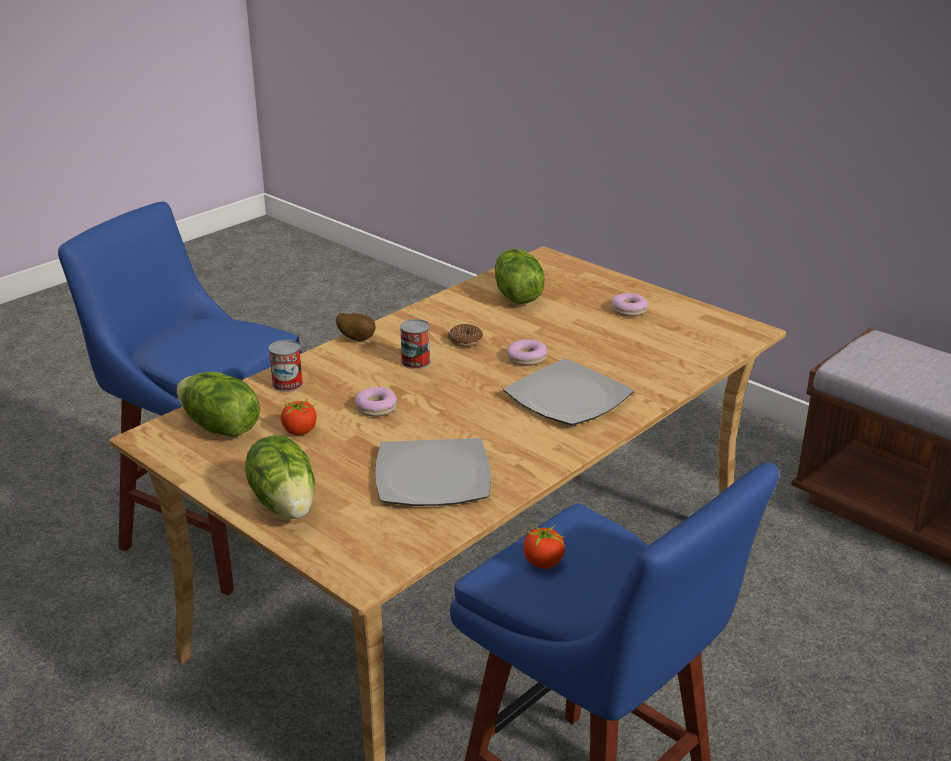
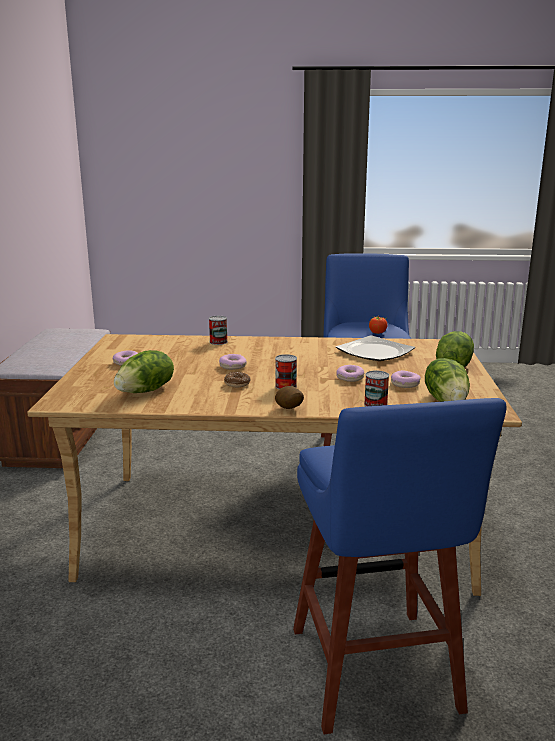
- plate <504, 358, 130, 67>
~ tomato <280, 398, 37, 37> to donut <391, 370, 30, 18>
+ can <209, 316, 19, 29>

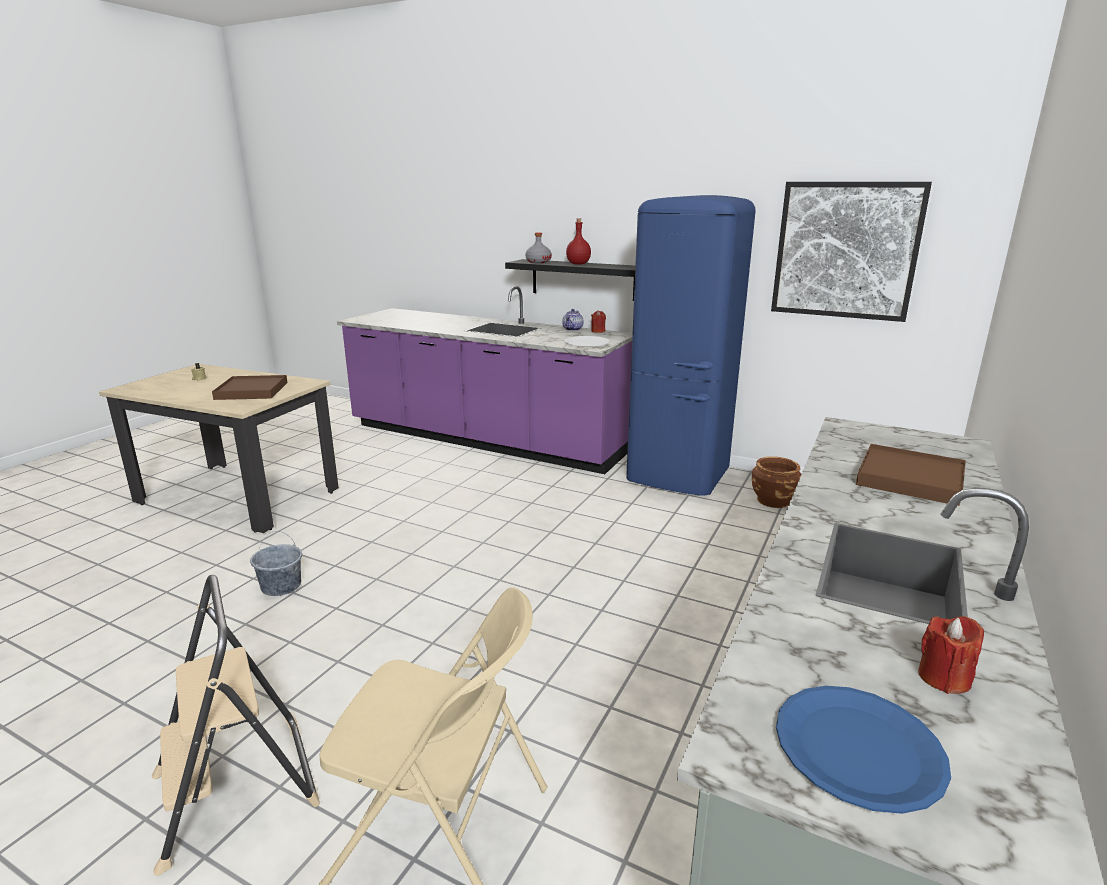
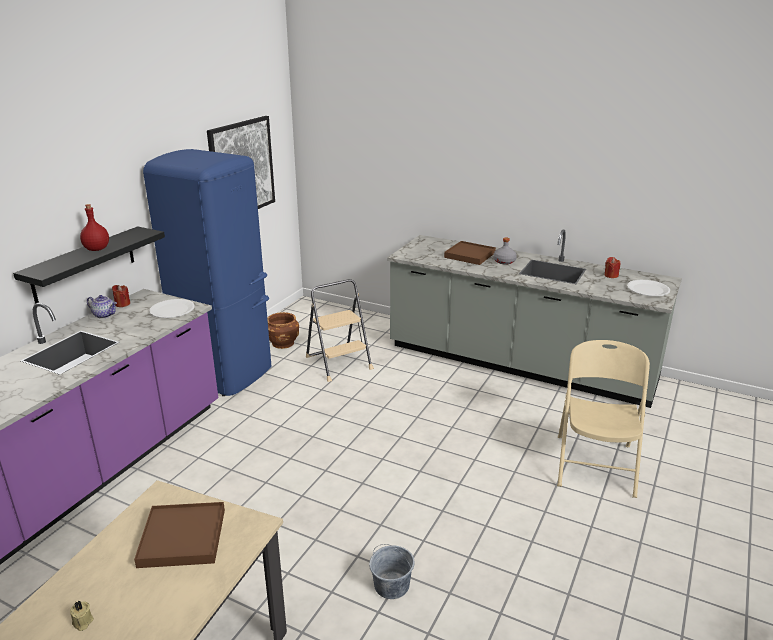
~ bottle (grey) <525, 233, 27, 30> to <493, 237, 24, 28>
~ step ladder (beige) <152, 575, 168, 301> to <306, 279, 68, 103>
~ plate (blue) <776, 686, 175, 128> to plate (white) <627, 280, 43, 16>

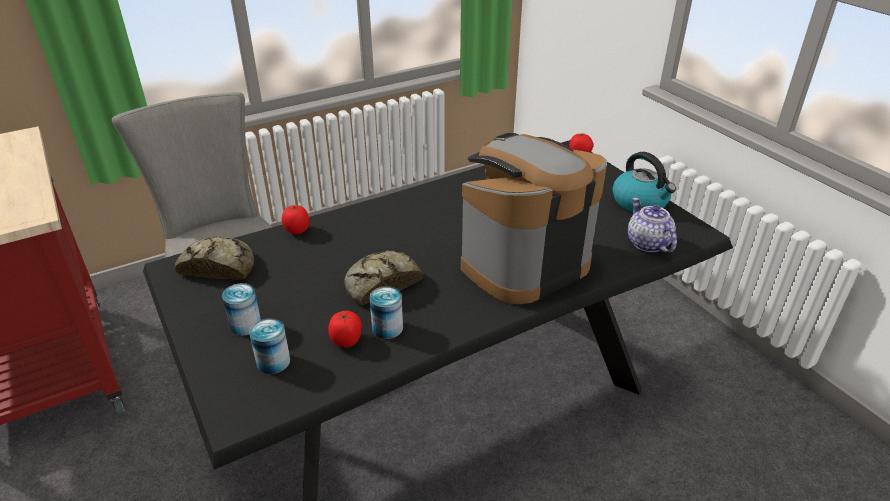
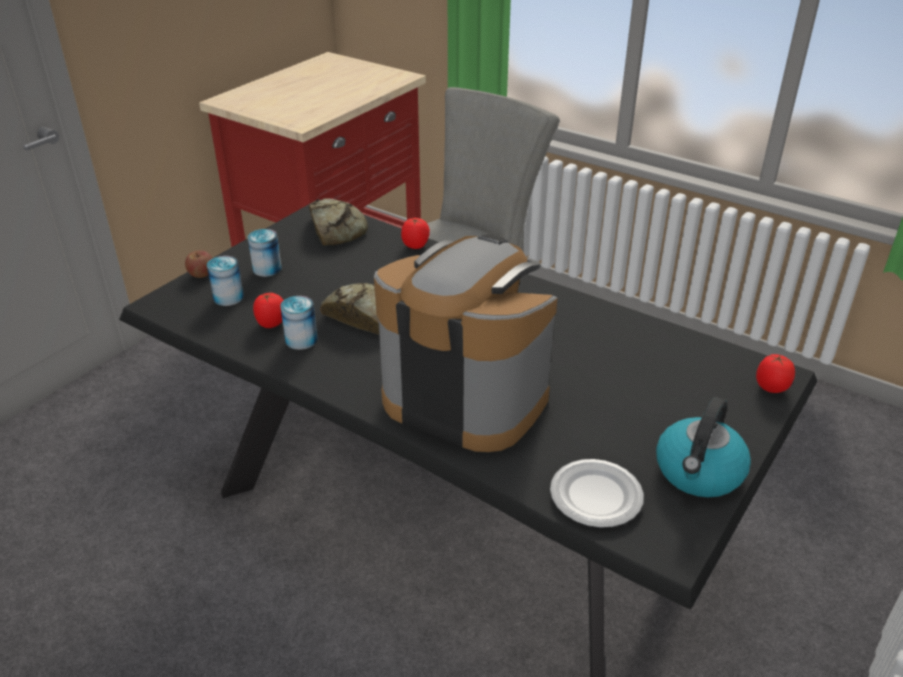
~ teapot <628, 198, 49, 55> to plate <550, 459, 94, 69>
+ apple <185, 251, 28, 27>

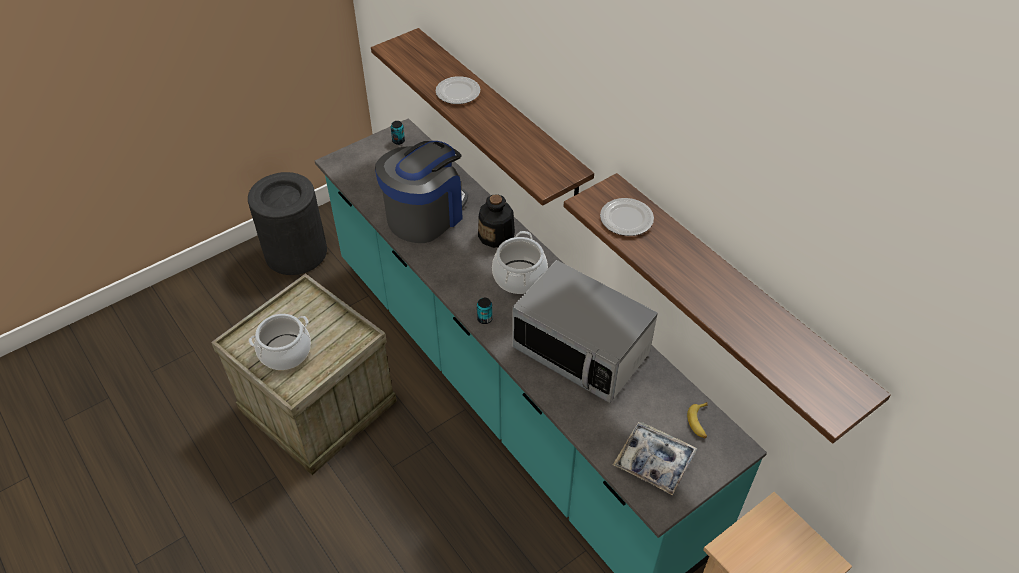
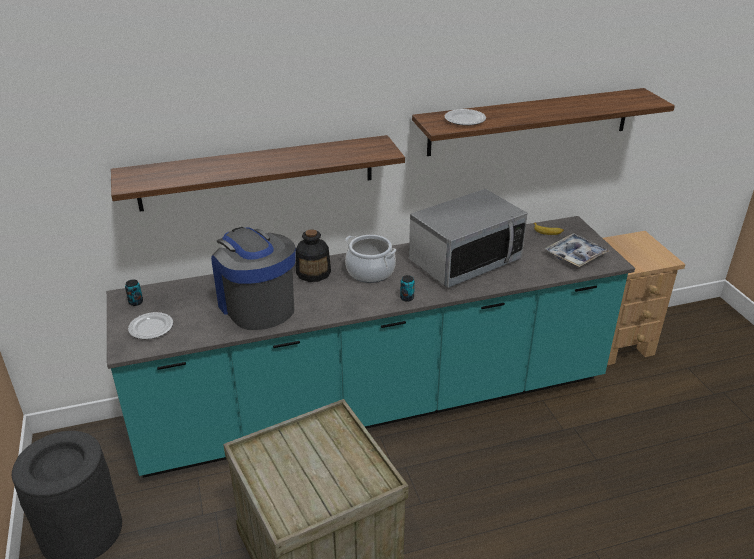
~ plate <436, 76, 44, 28> to <128, 312, 45, 27>
- cooking pot <249, 314, 62, 56>

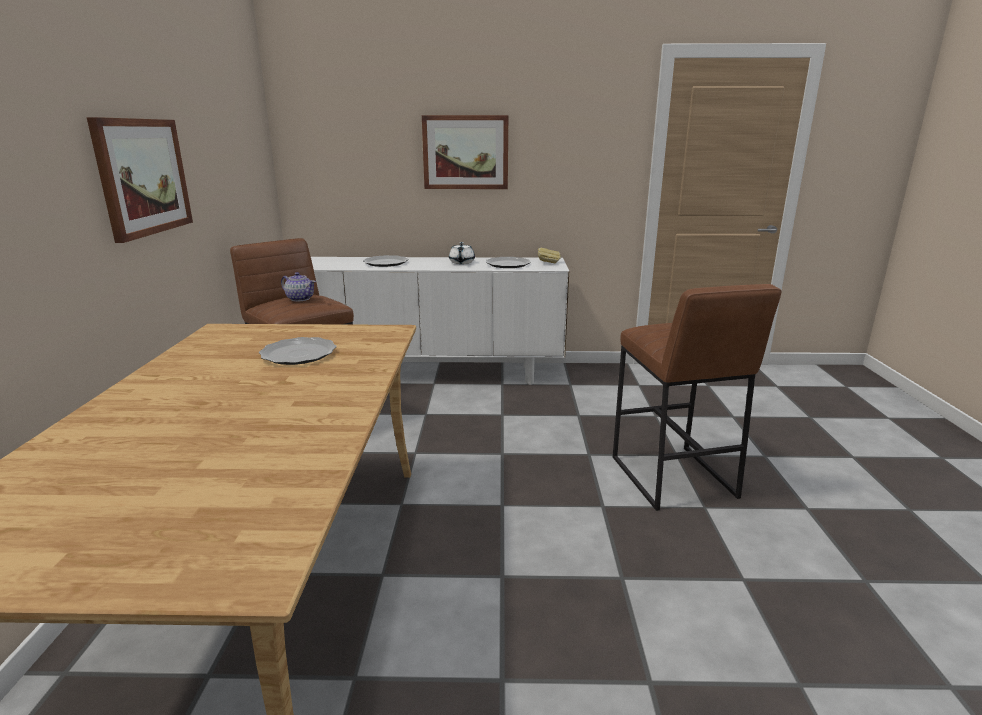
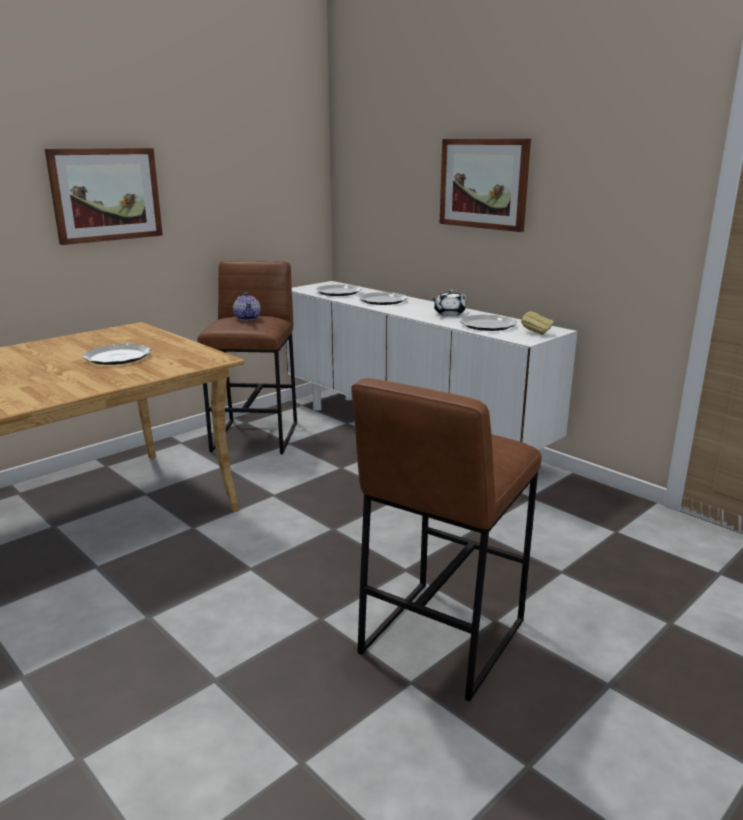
+ plate <315, 284, 47, 12>

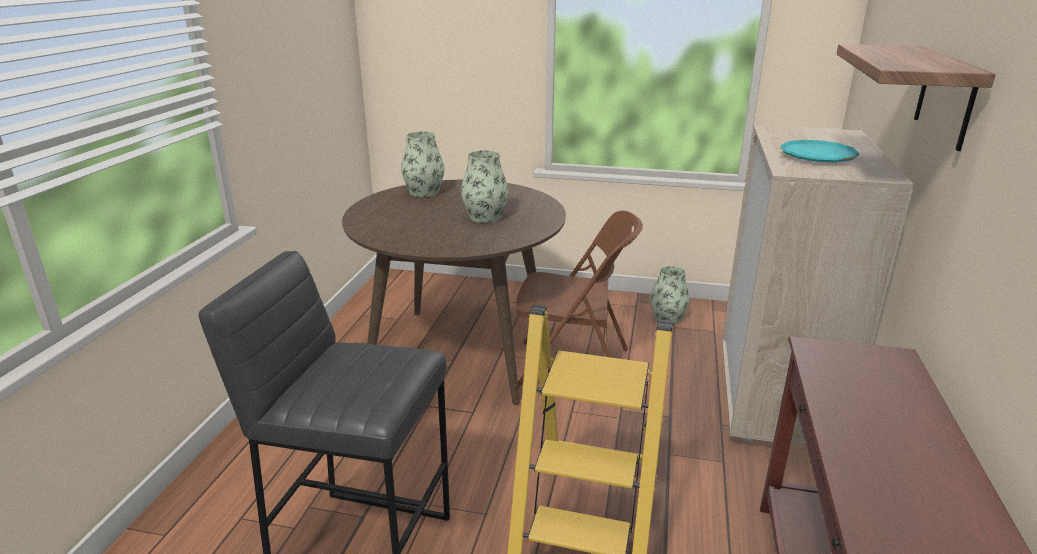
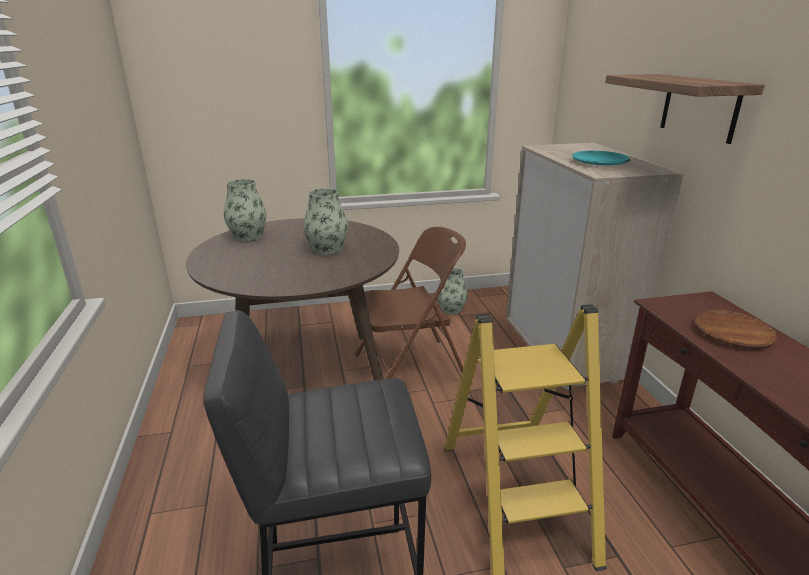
+ plate (brown) <695, 310, 82, 37>

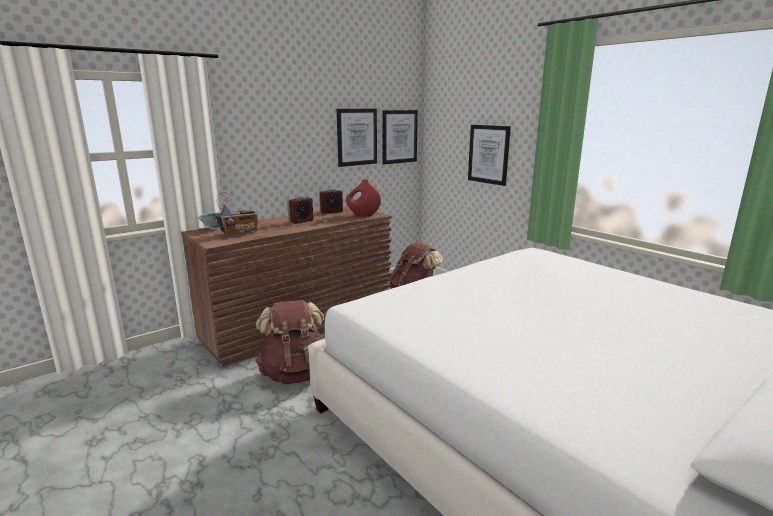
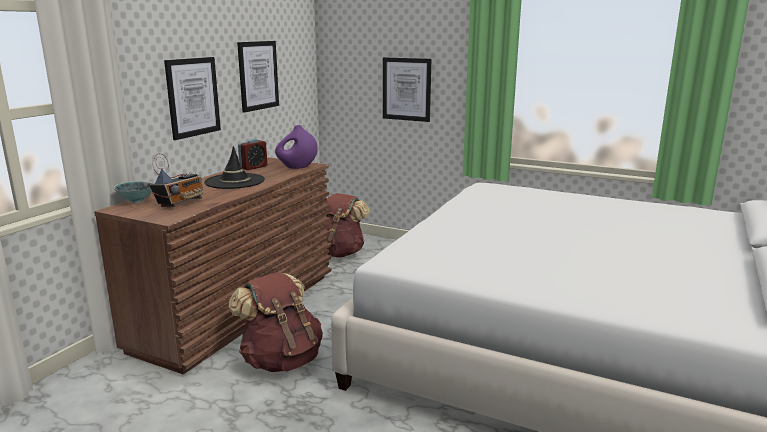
~ picture <382, 110, 36, 54> to <164, 57, 57, 83>
~ vase (red) <346, 180, 35, 36> to vase (purple) <275, 125, 43, 44>
~ alarm clock <287, 196, 26, 28> to hat (black) <204, 146, 61, 43>

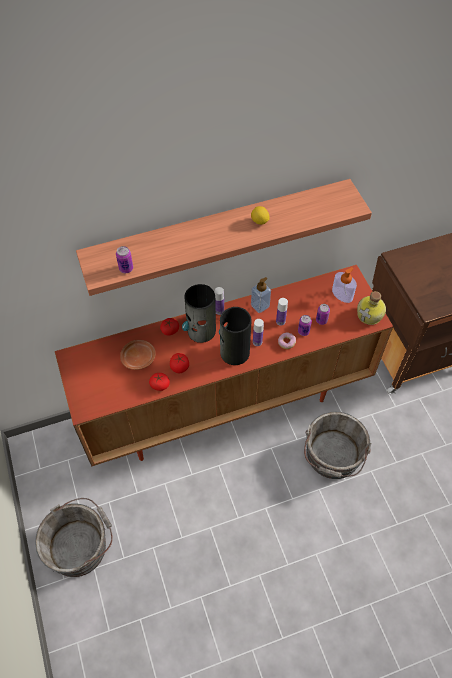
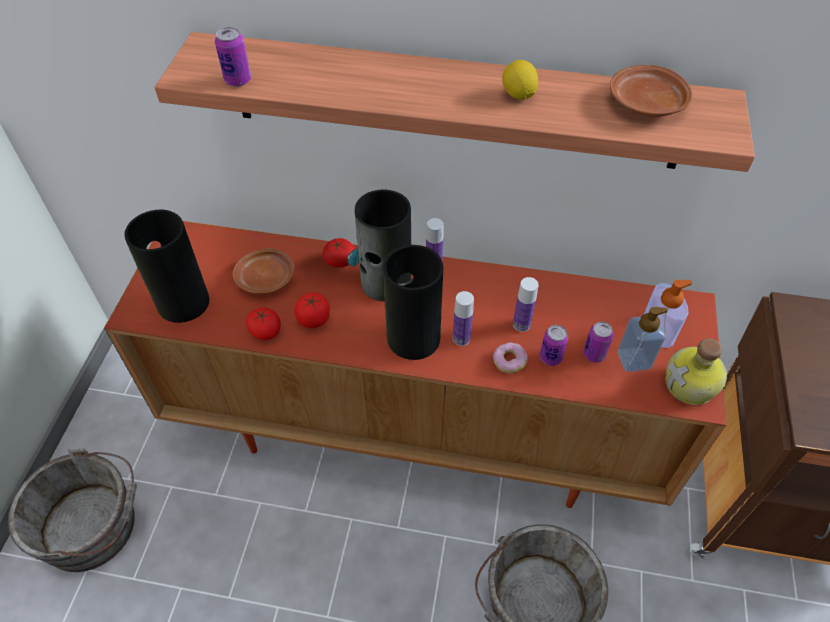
~ soap dispenser <251, 277, 20, 36> to <617, 307, 50, 65>
+ plate (brown) <610, 65, 82, 52>
+ vase <124, 210, 85, 113>

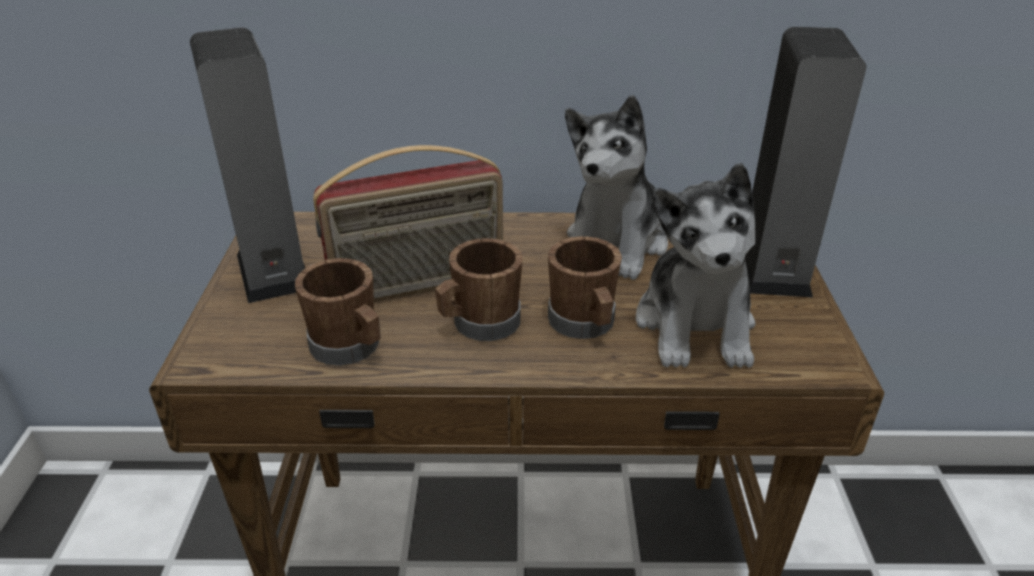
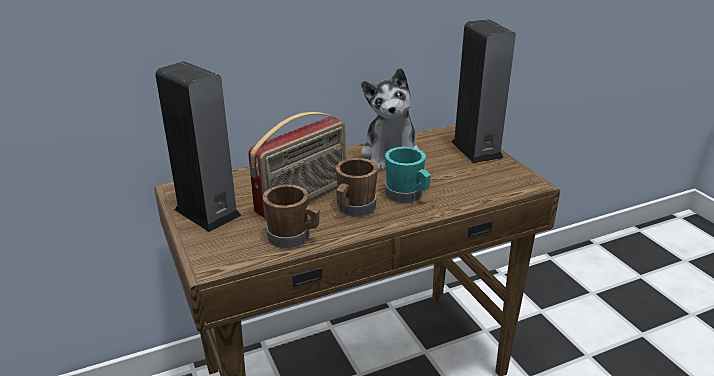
- plush toy <636, 163, 120, 205>
~ mug (brown) <548, 236, 74, 103> to mug (turquoise) <385, 147, 46, 56>

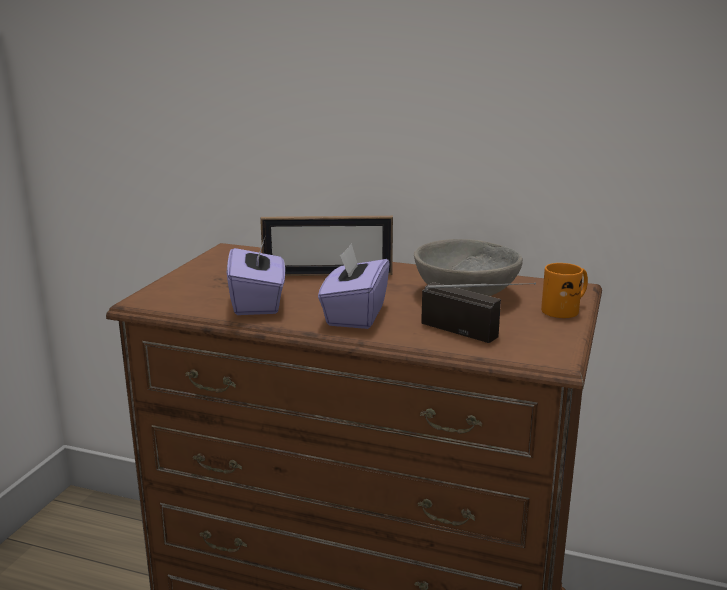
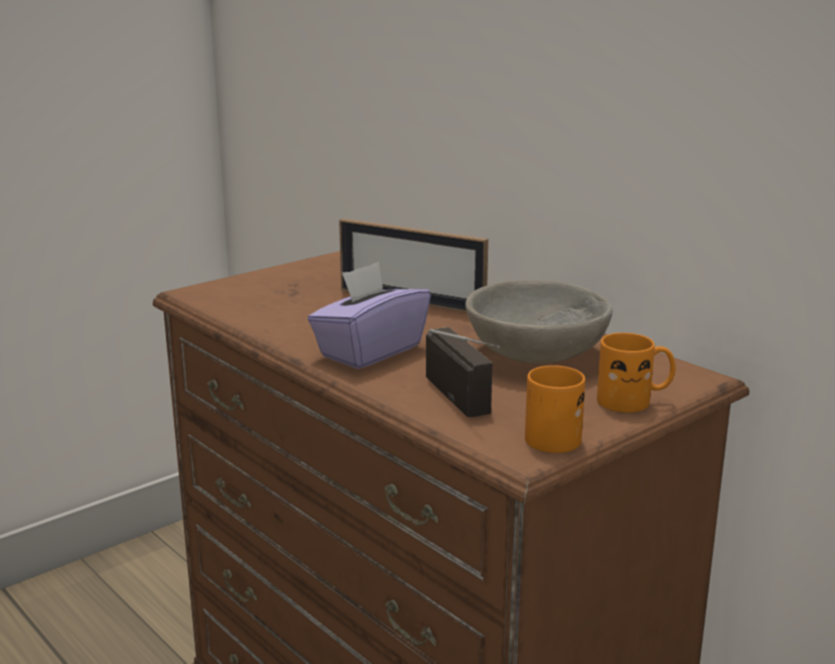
- tissue box (purple) <227, 235, 58, 80>
+ mug (orange) <525, 365, 60, 88>

